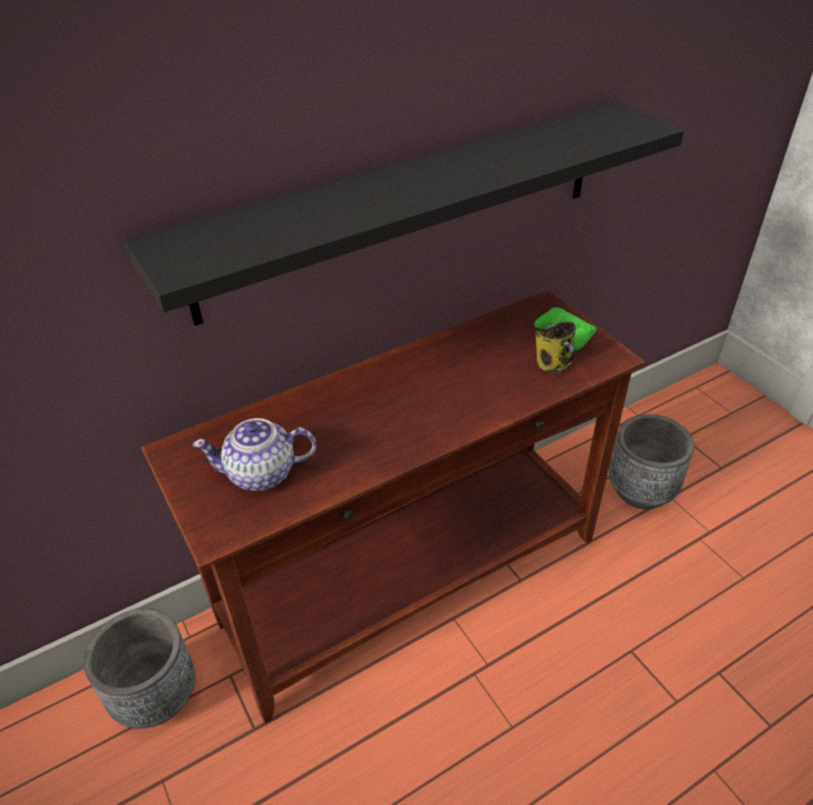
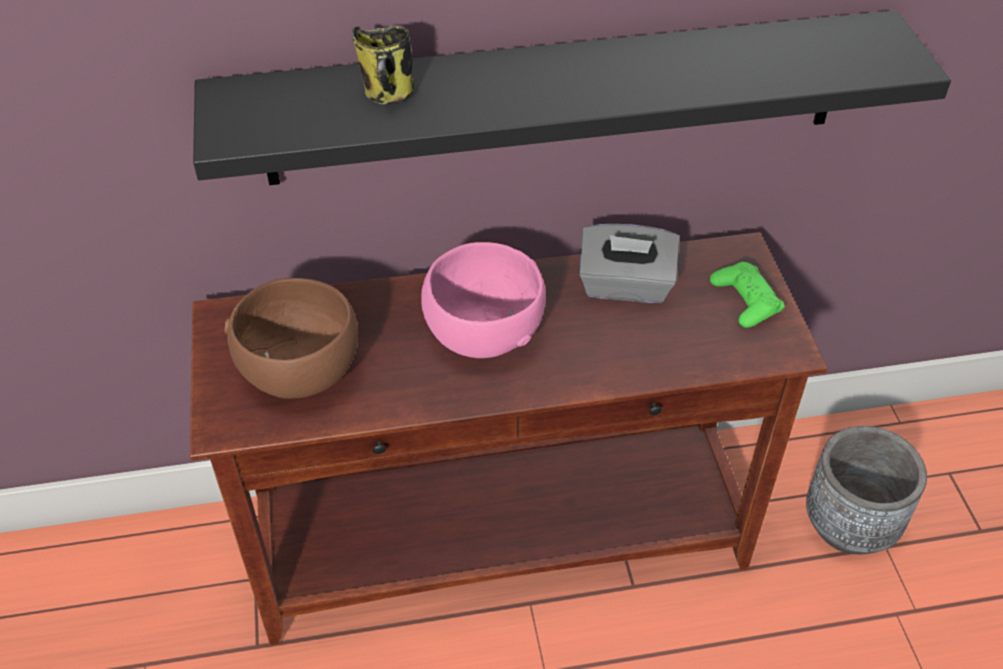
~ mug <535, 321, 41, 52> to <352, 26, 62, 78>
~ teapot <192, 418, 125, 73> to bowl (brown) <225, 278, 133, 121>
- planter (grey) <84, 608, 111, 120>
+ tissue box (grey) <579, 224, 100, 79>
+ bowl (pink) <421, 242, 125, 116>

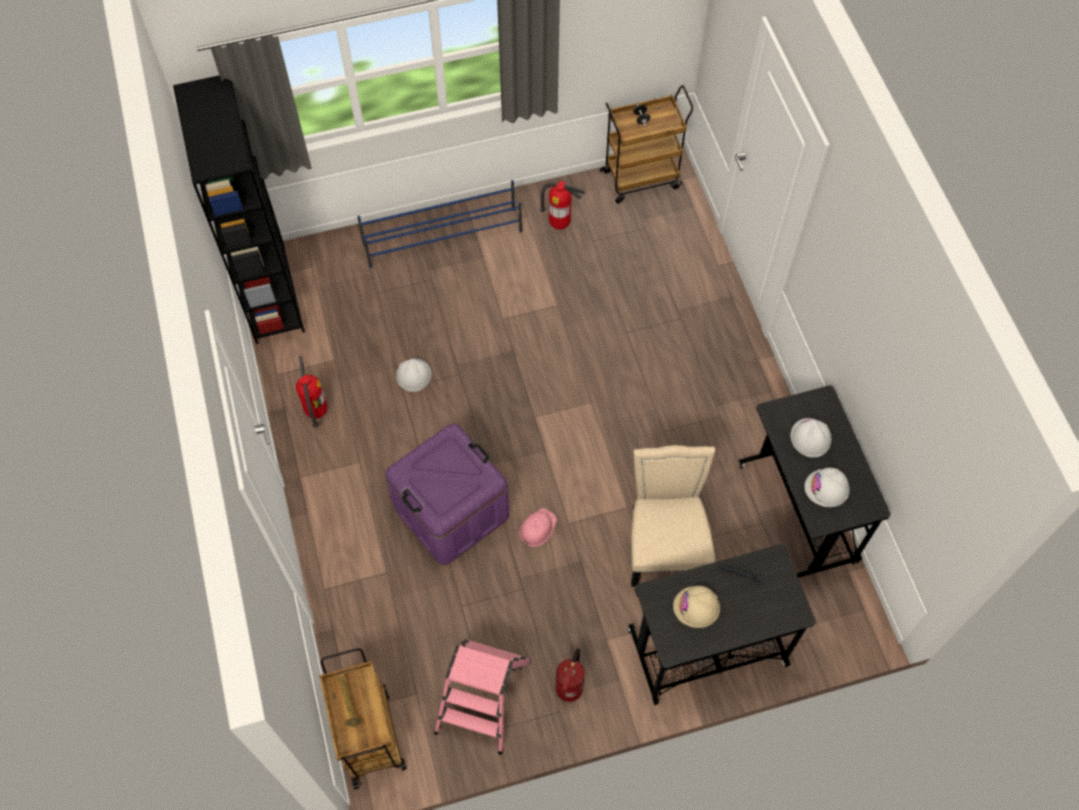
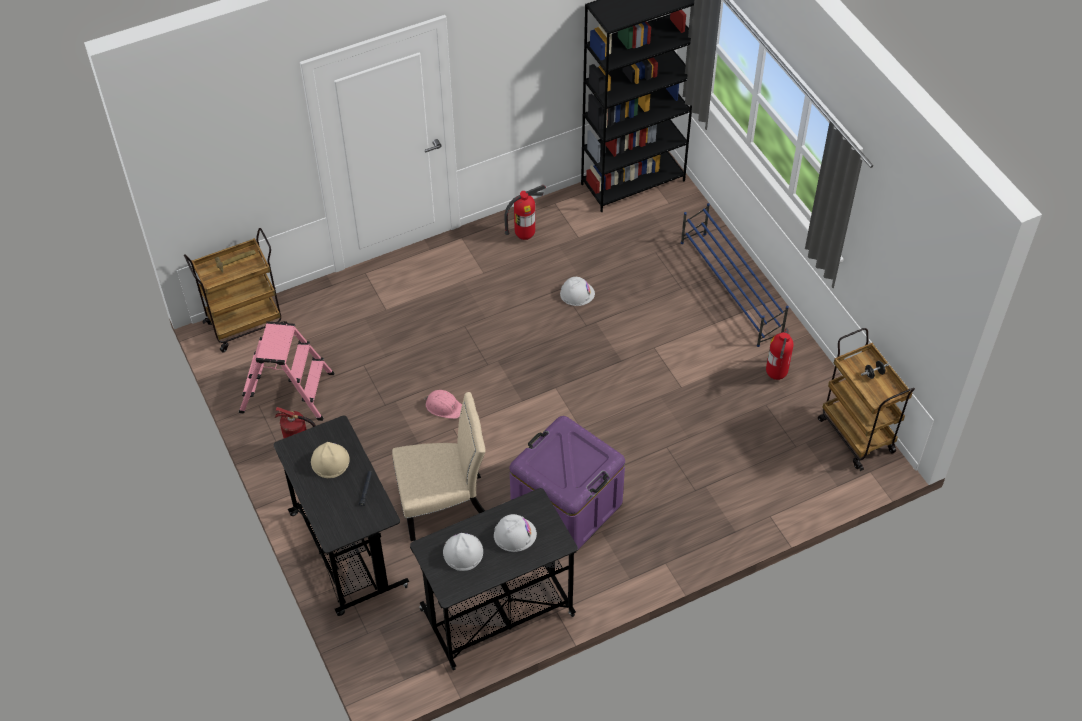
~ storage box (purple) <385, 424, 124, 141> to <509, 416, 116, 135>

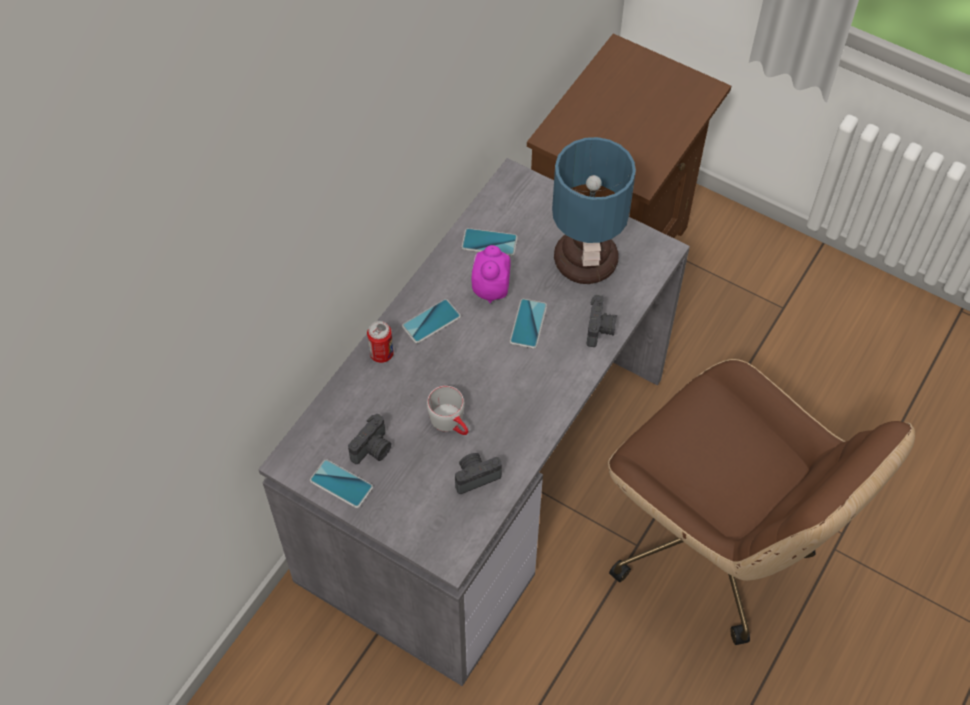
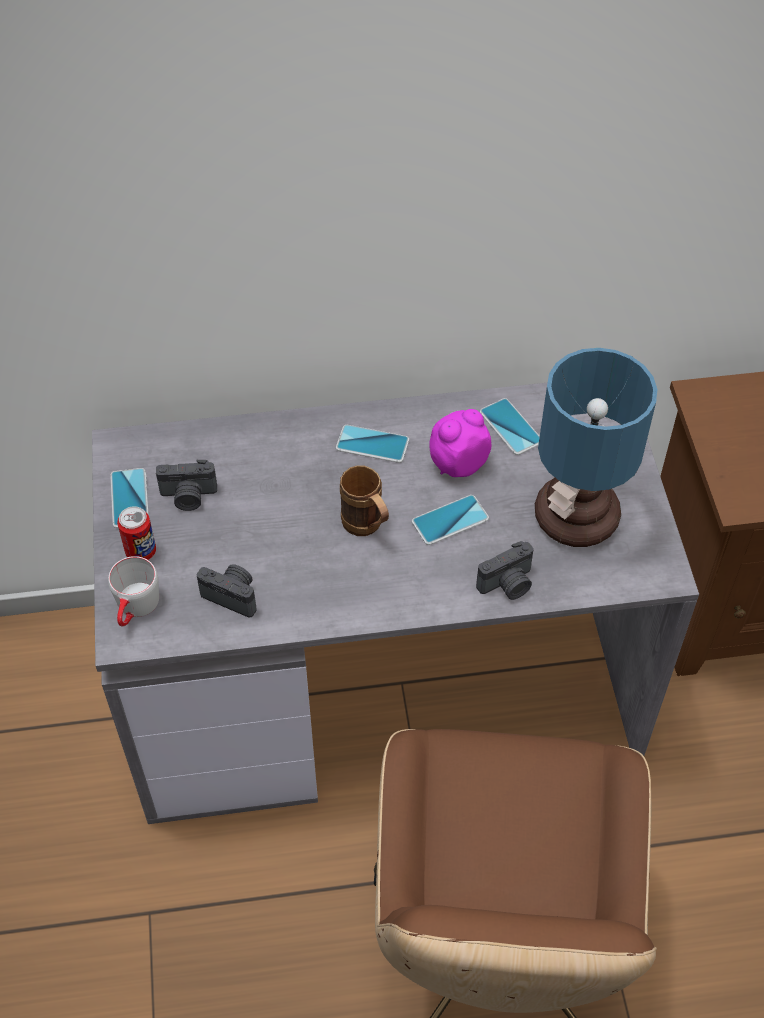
~ can <367, 321, 27, 42> to <117, 506, 39, 54>
~ mug (grey) <427, 386, 41, 49> to <108, 556, 51, 70>
+ mug (brown) <340, 465, 49, 71>

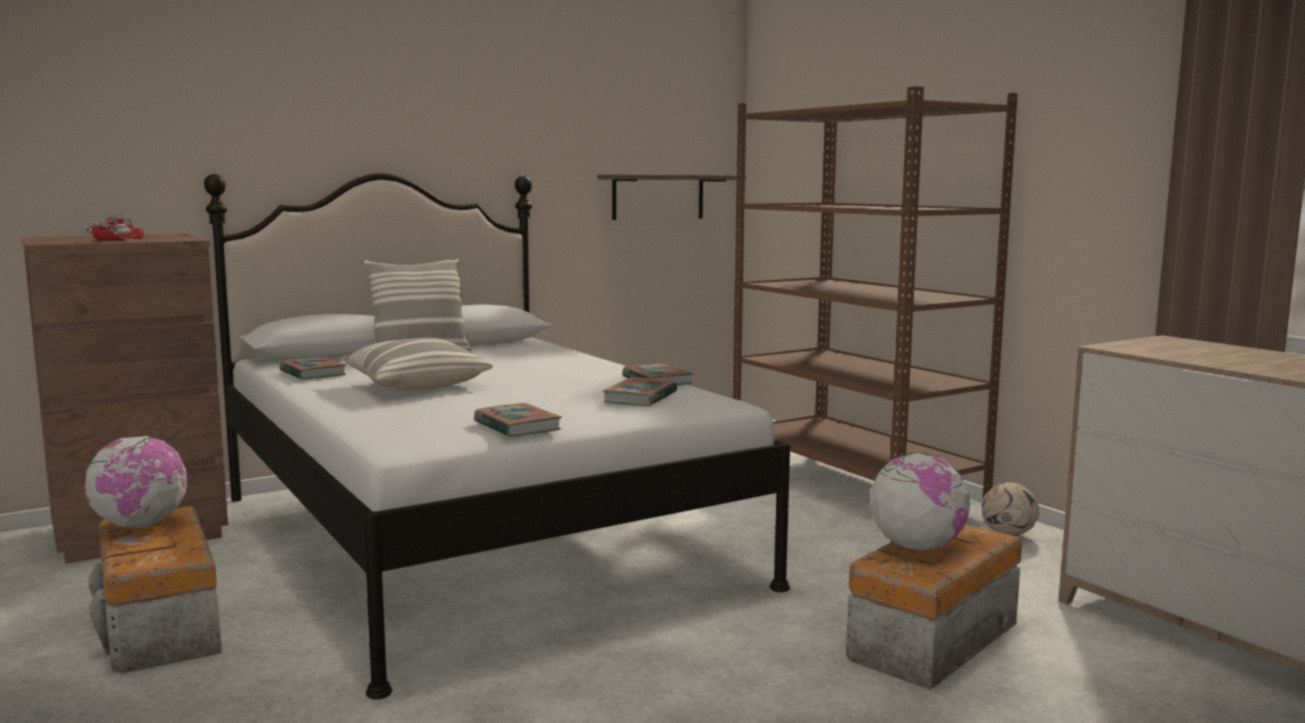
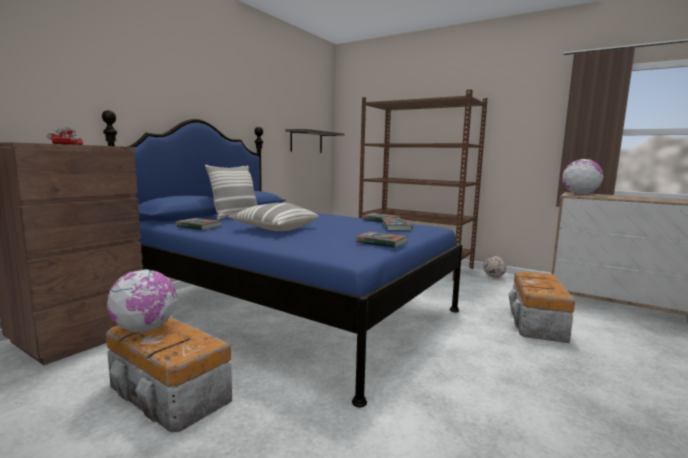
~ bed (white) <204, 173, 586, 526> to bed (blue) <102, 110, 360, 297>
~ globe <870, 452, 100, 99> to <562, 159, 41, 36>

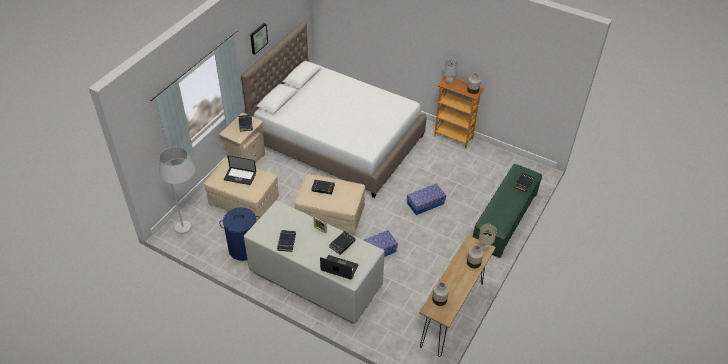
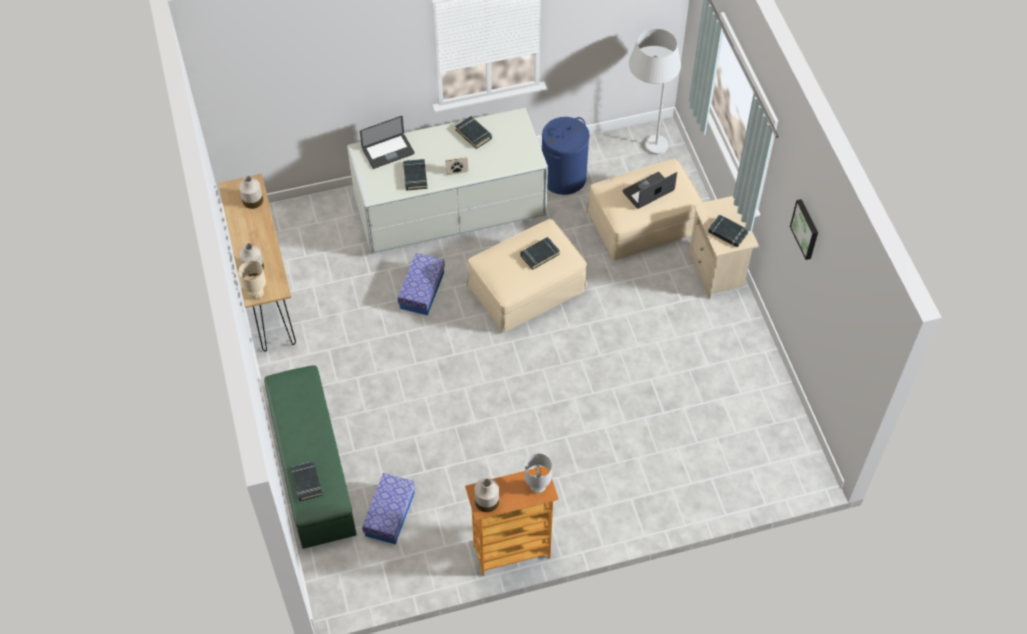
- bed (white) <241, 21, 186, 177>
~ storage box <407, 183, 39, 32> to <362, 473, 53, 71>

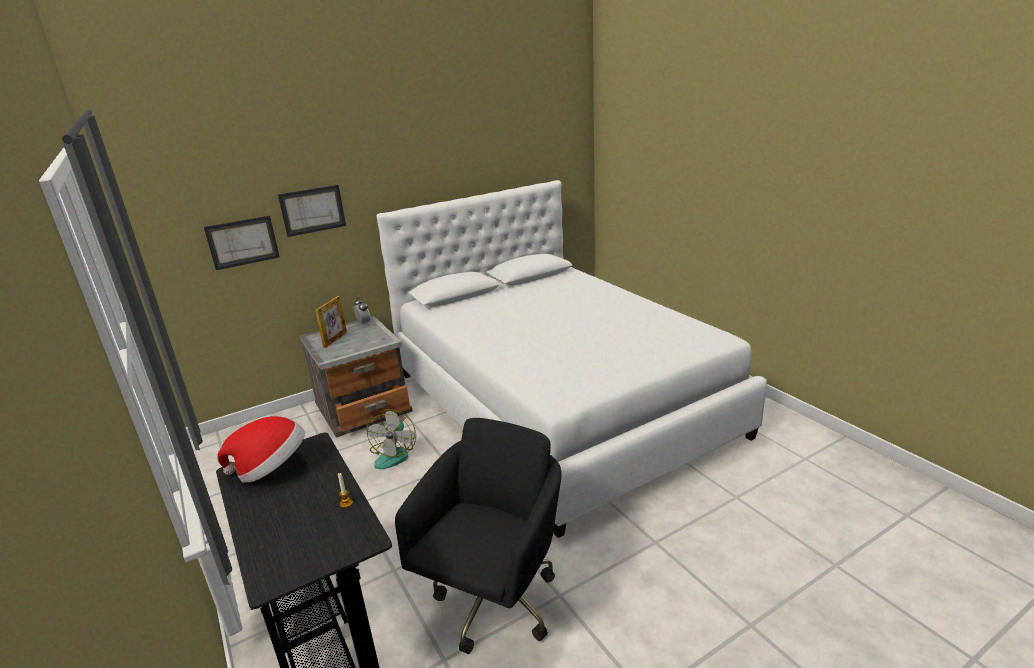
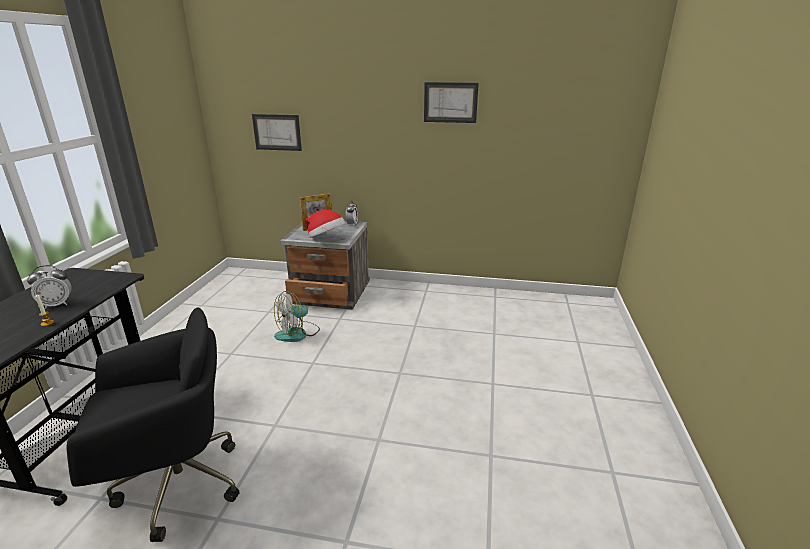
- bed (white) <376, 180, 391, 358>
~ picture <278, 185, 68, 52> to <424, 82, 55, 41>
~ hat <217, 416, 88, 67> to <306, 210, 39, 28>
+ alarm clock <27, 265, 45, 44>

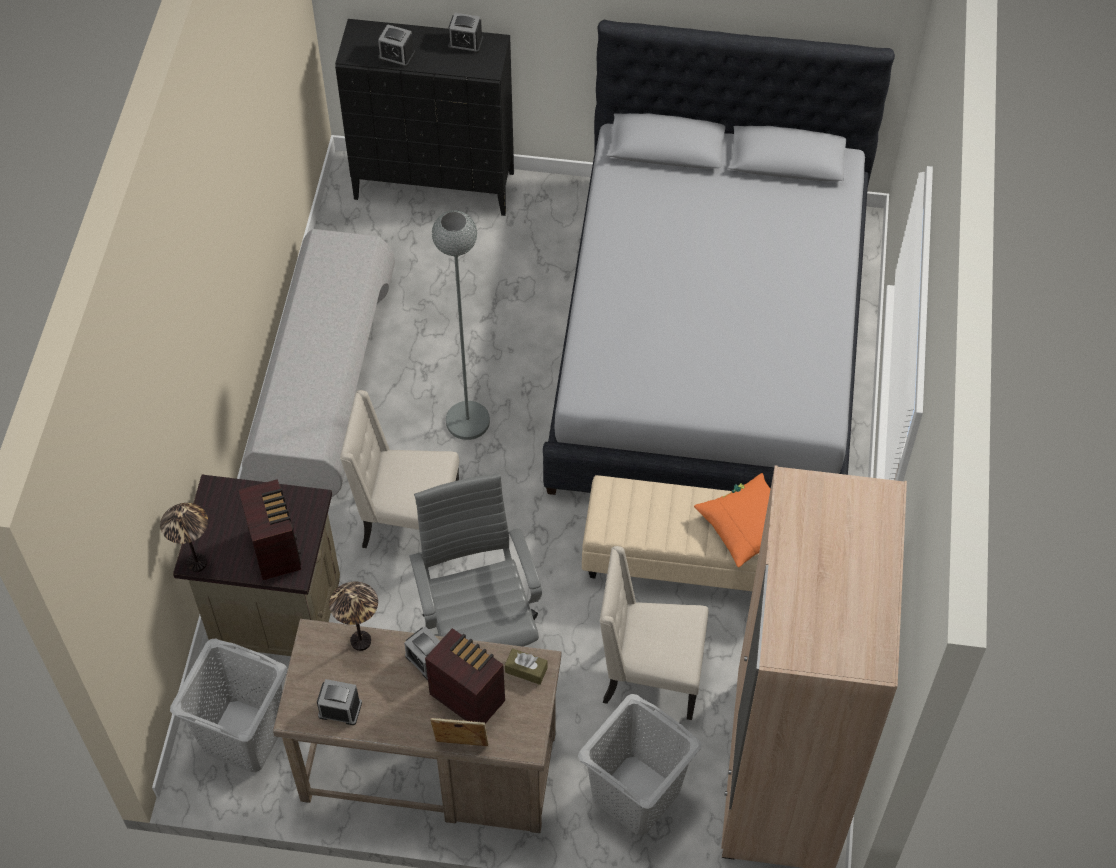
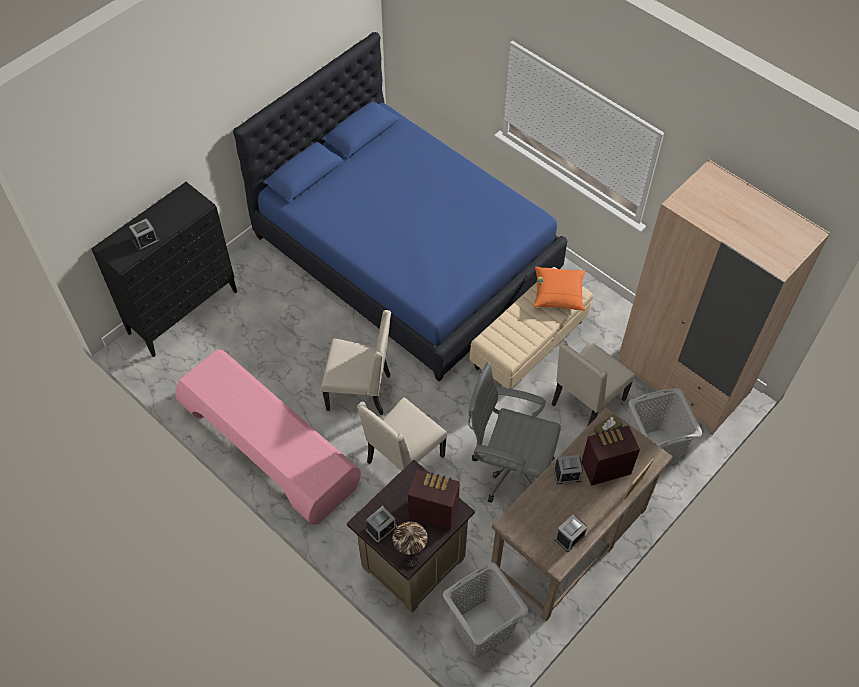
~ alarm clock <448, 13, 35, 40> to <366, 506, 31, 37>
~ bed (grey) <543, 20, 352, 475> to bed (blue) <233, 32, 334, 350>
~ floor lamp (grey) <432, 210, 58, 230> to chair (beige) <321, 310, 70, 105>
~ bench (grey) <242, 229, 153, 268> to bench (pink) <175, 350, 186, 175>
- table lamp <329, 581, 49, 70>

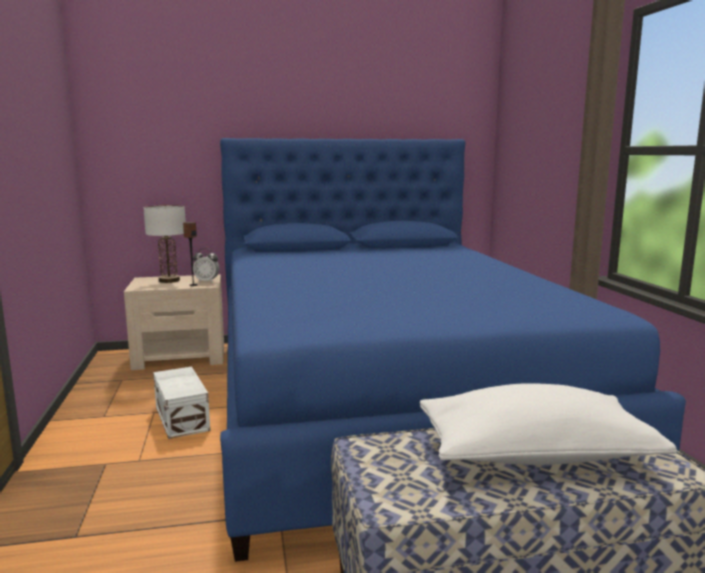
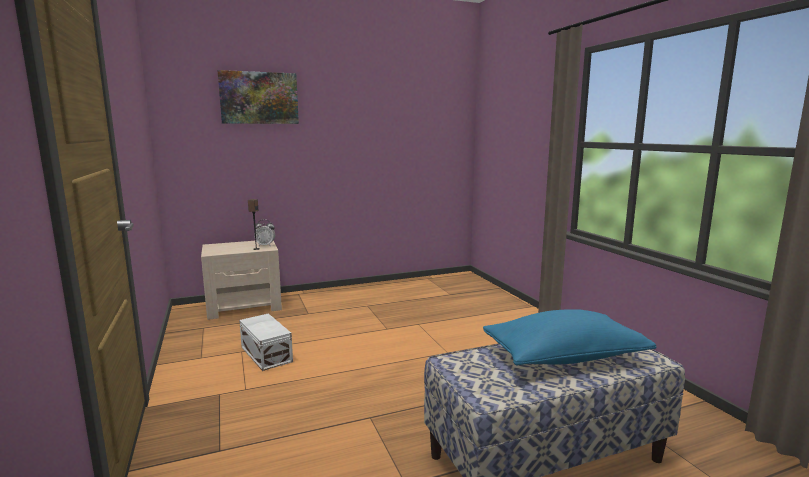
- bed (blue) <220, 138, 466, 424>
- table lamp <143, 205, 43, 78>
~ pillow (white) <420, 383, 257, 82> to pillow (blue) <483, 309, 173, 56>
+ picture <217, 70, 82, 54>

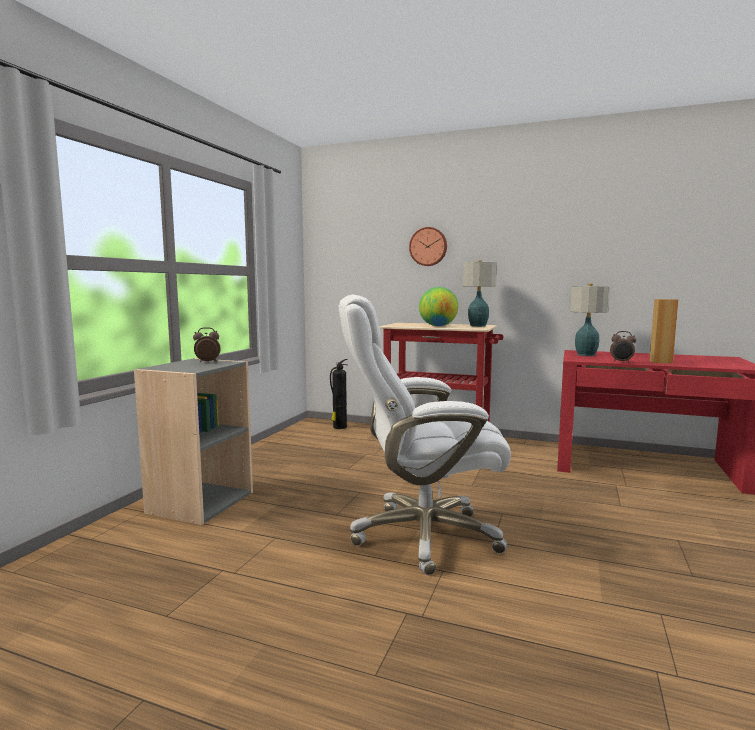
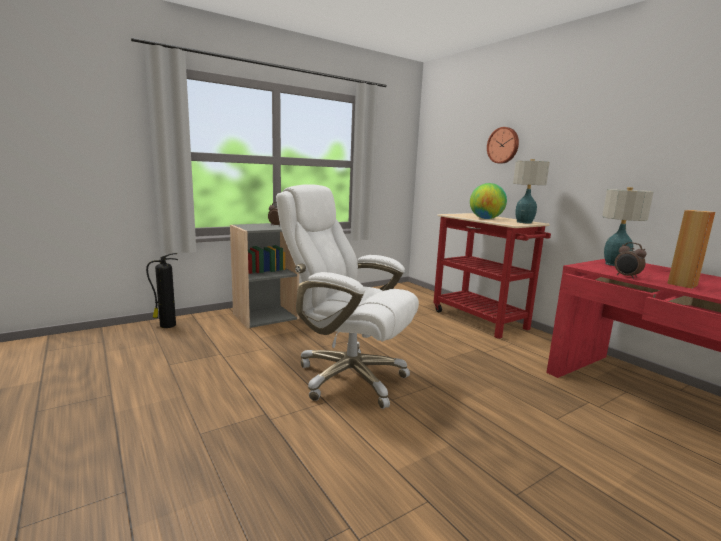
~ fire extinguisher <330, 359, 18, 70> to <146, 253, 32, 75>

